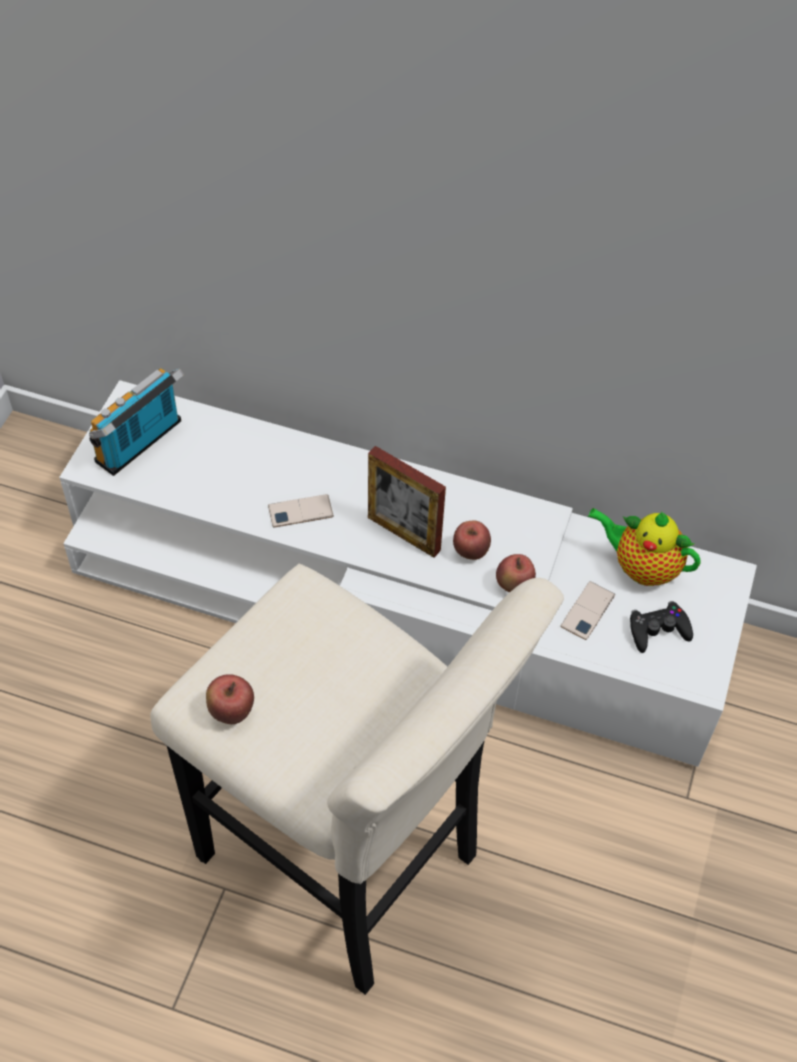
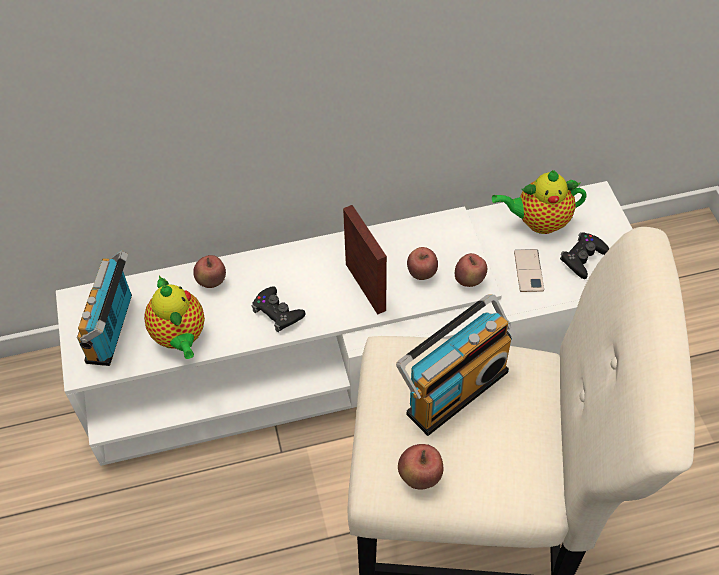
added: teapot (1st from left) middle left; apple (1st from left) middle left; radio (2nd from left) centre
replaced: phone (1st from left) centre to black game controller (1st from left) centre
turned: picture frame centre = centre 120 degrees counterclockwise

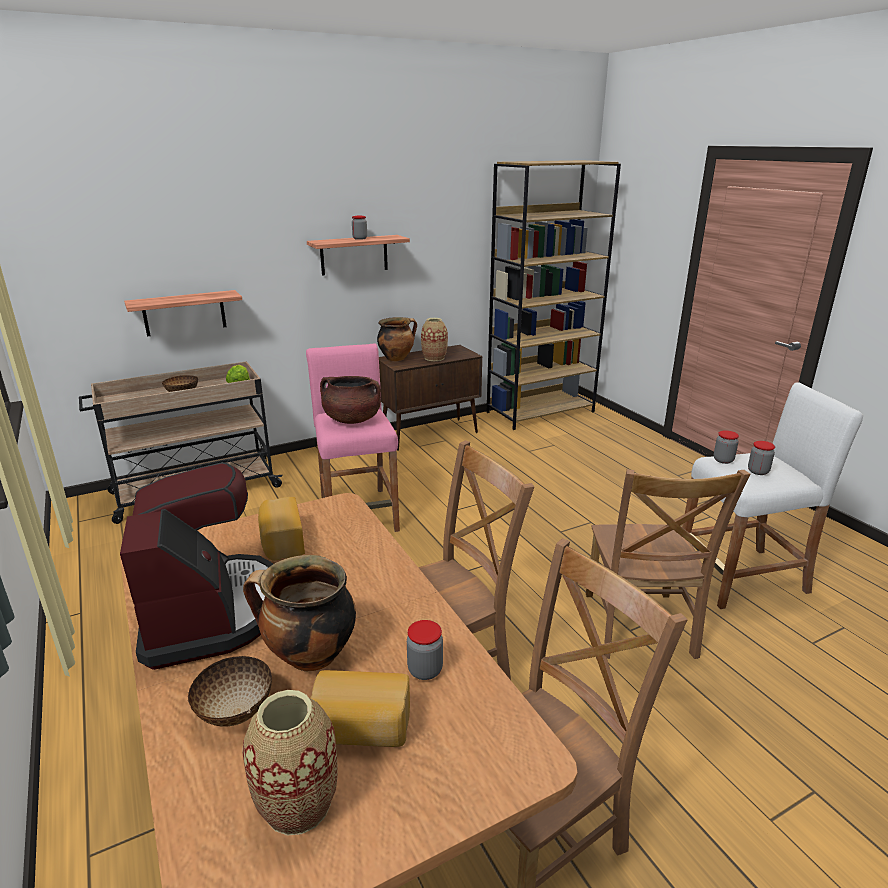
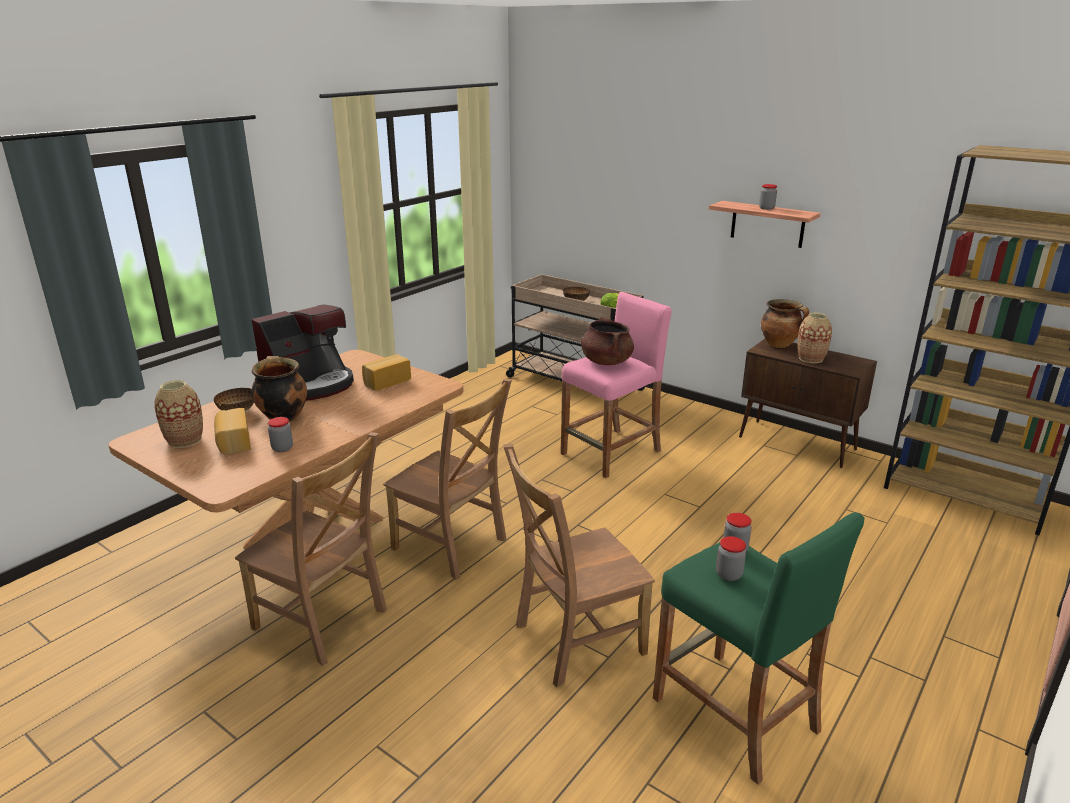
removed: shelf (1st from left) middle left
recoloured: white stool middle right to green stool bottom right

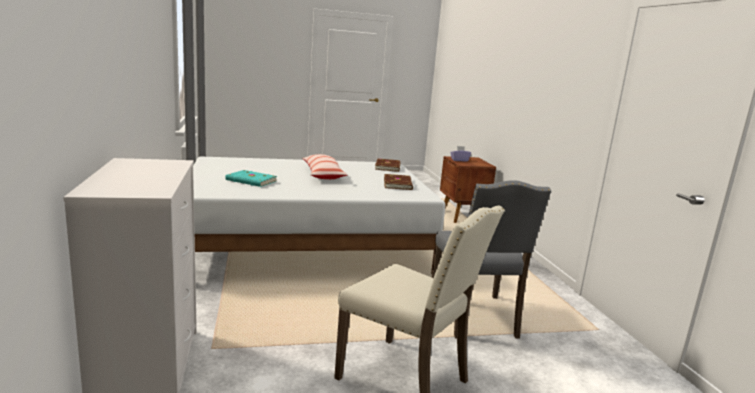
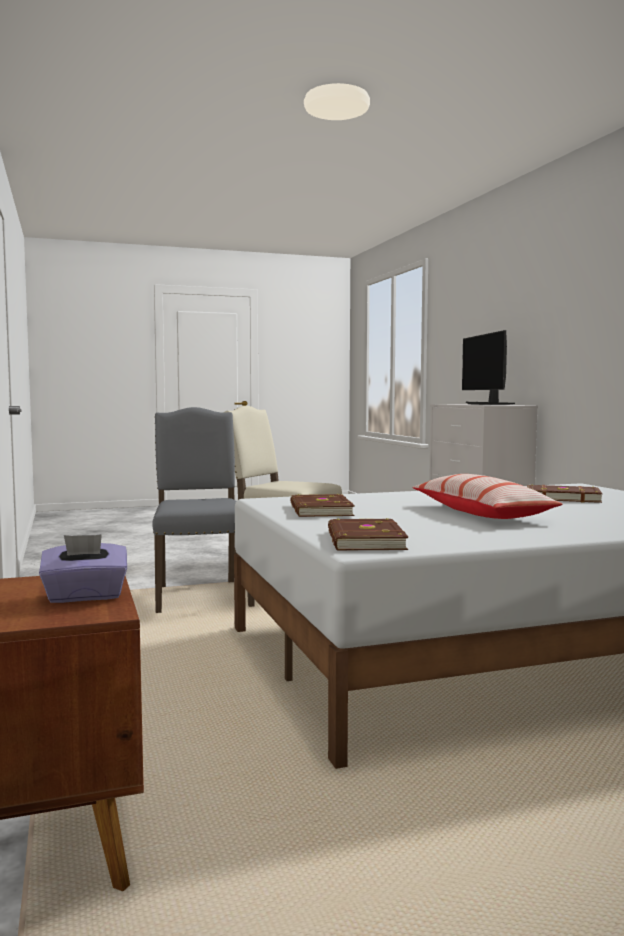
added: monitor middle right
recoloured: turquoise book middle left to brown book (3rd from left) middle right

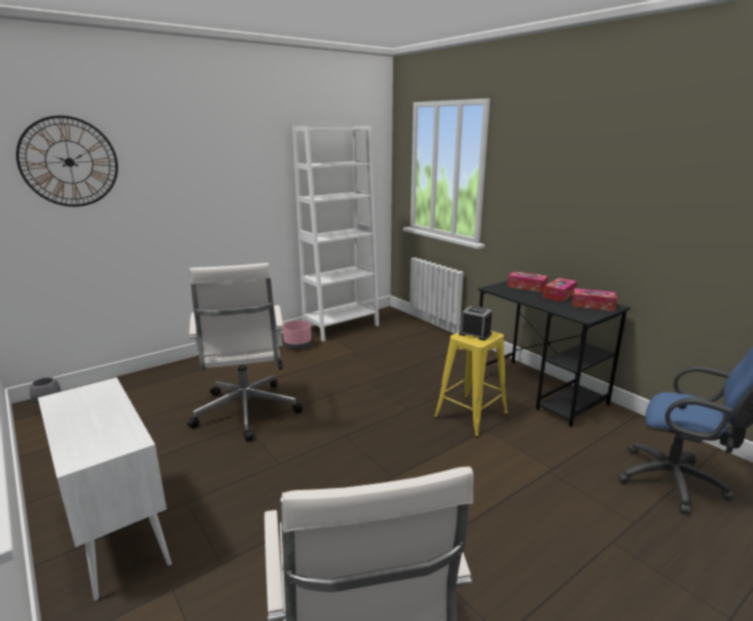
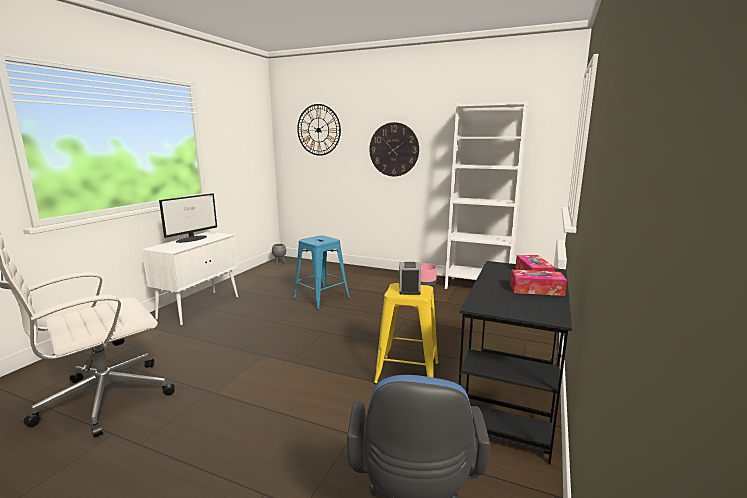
removed: tissue box (3rd from left) middle right
added: monitor middle left; wall clock (2nd from left) top centre
replaced: white office chair (1st from left) middle left to blue stool centre

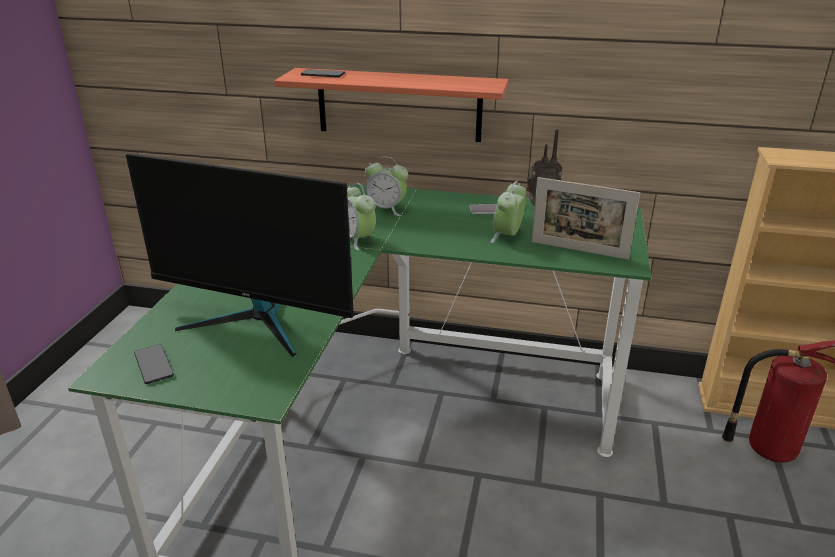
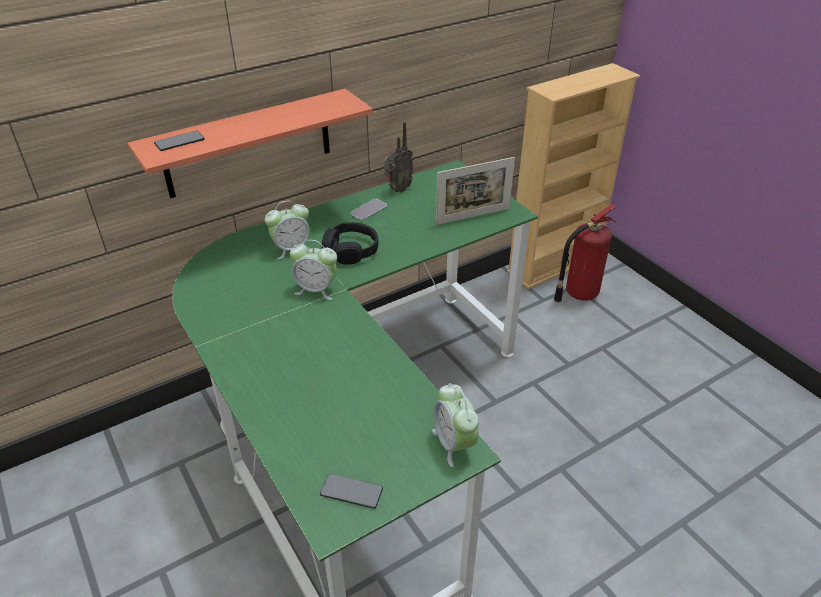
removed: monitor middle left
added: black headphones centre
moved: alarm clock (3rd from left) centre to bottom centre

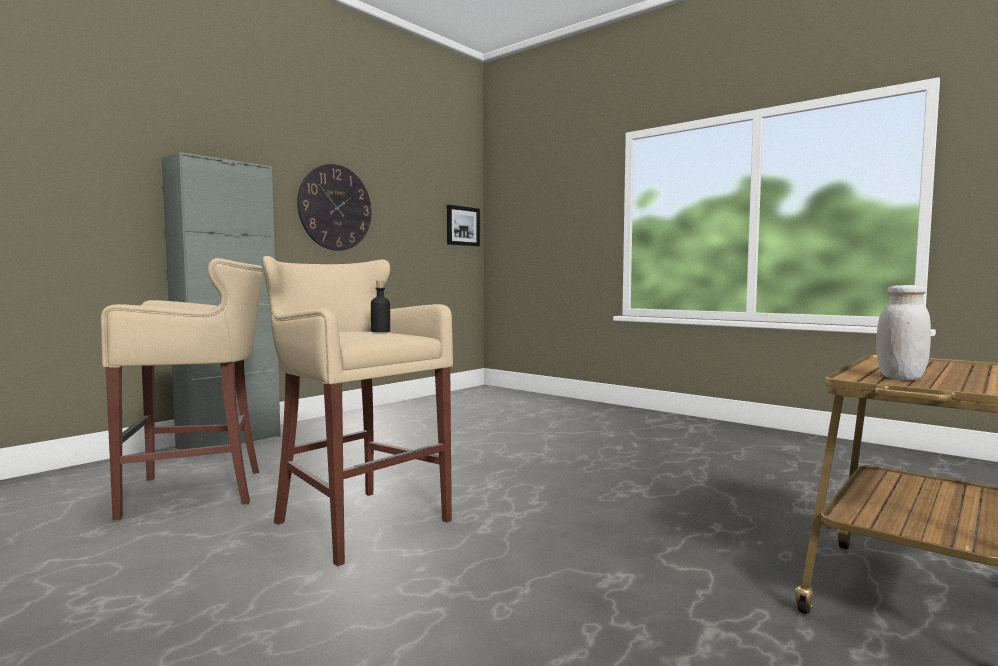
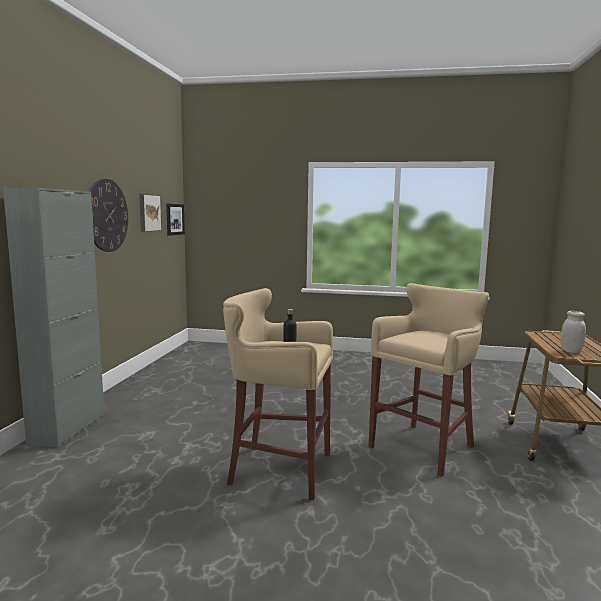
added: picture (1st from left) middle left
moved: beige stool (1st from left in the first image) middle left to beige stool (2nd from left) middle right

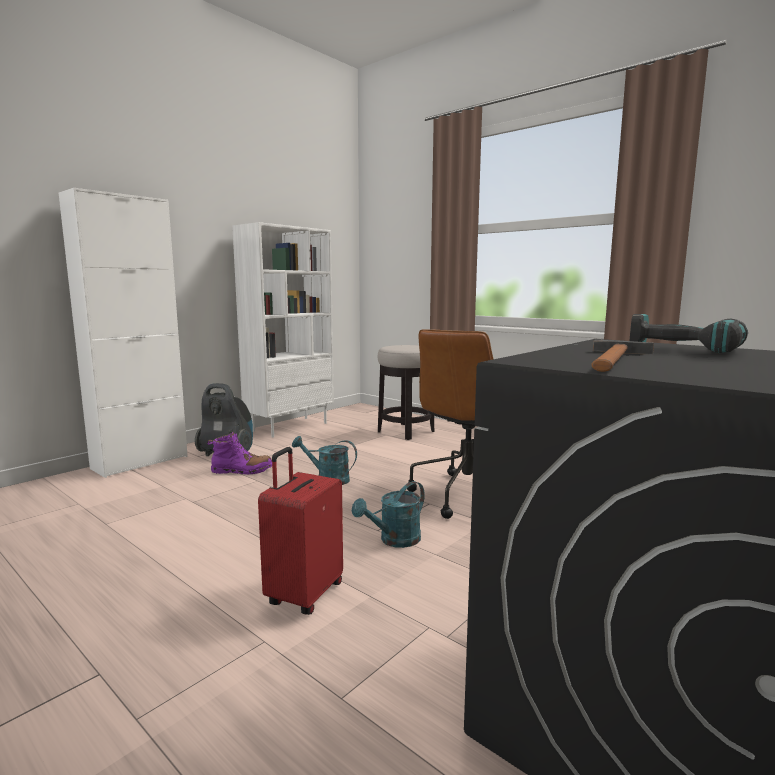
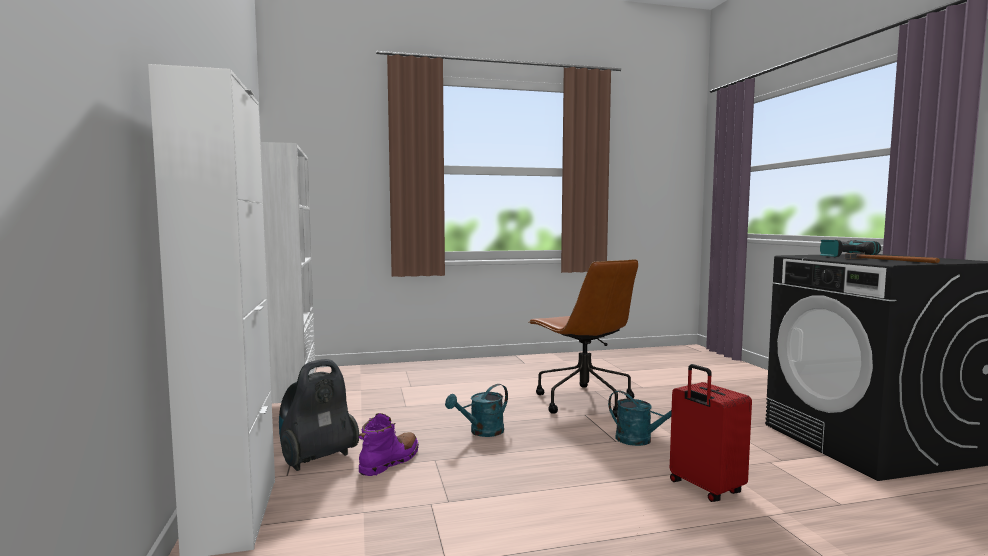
removed: stool centre
turned: turquoise watering can (2nd from left) centre = bottom centre 45 degrees counterclockwise

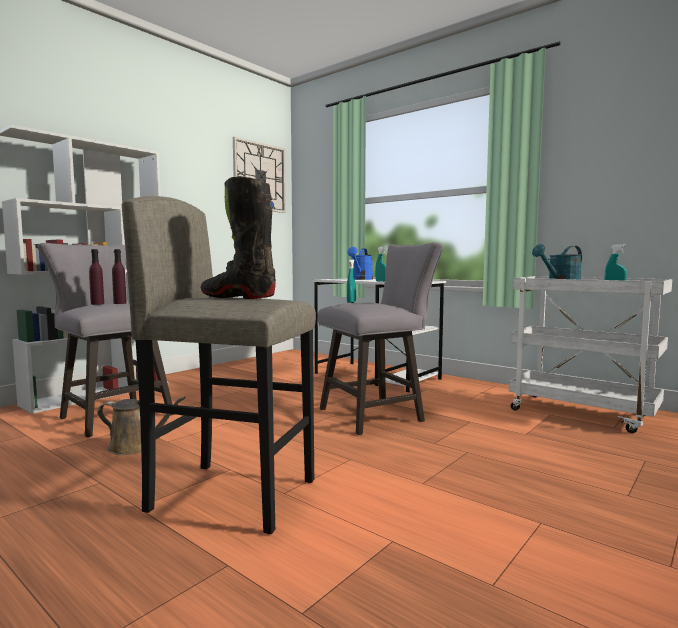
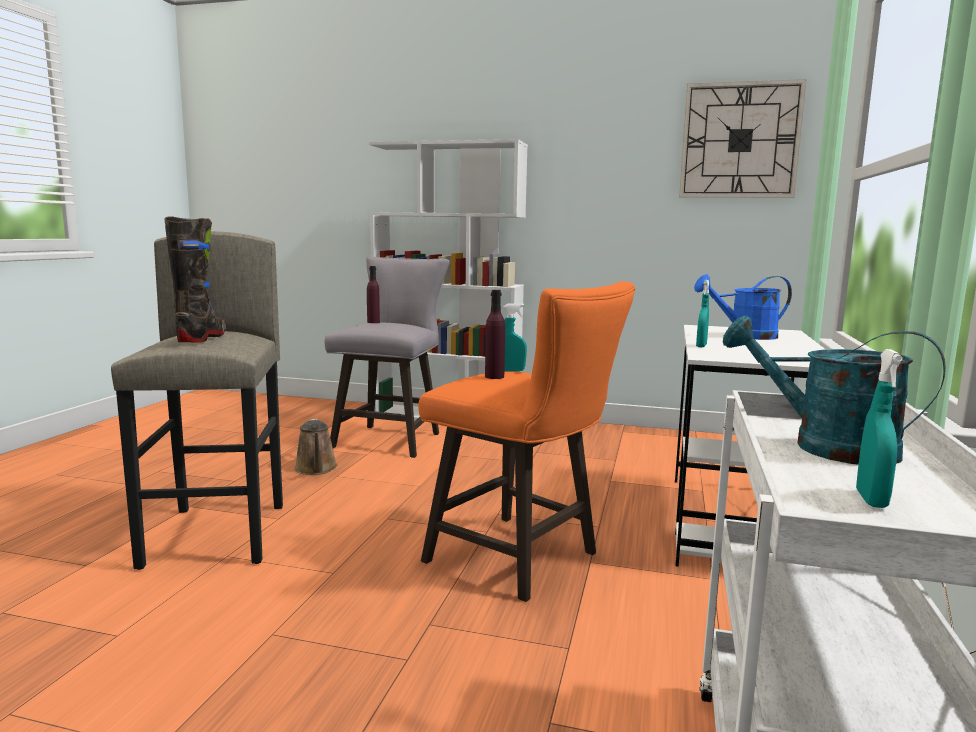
moved: purple bottle (2nd from left) middle left to centre
recoloured: grey stool (3rd from left) centre to orange stool centre

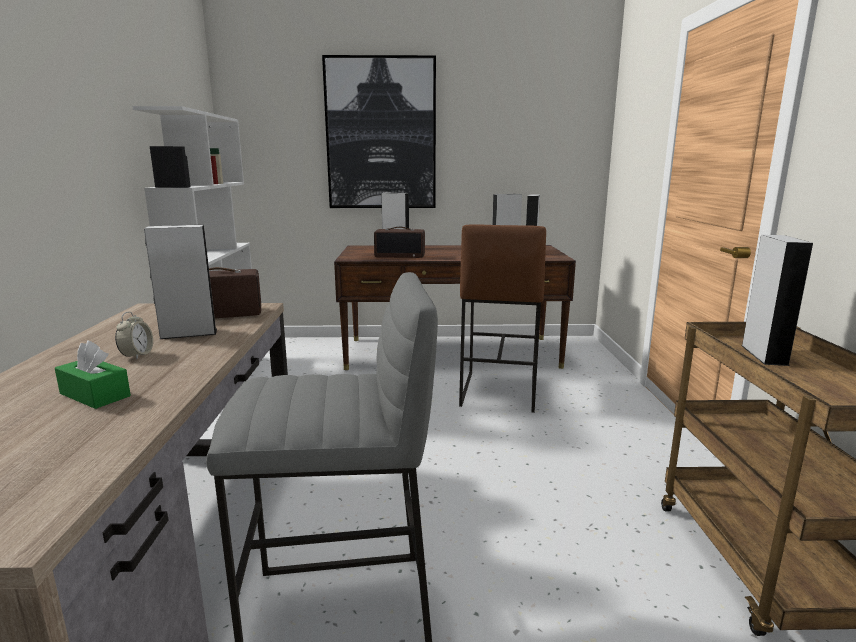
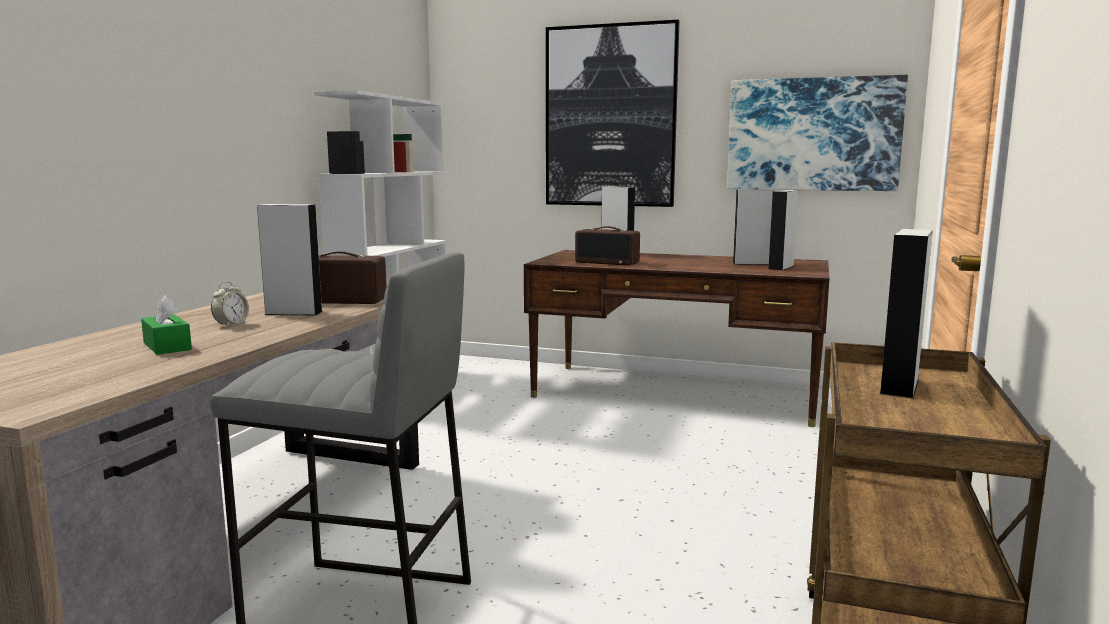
removed: brown stool centre
added: picture (2nd from left) top right

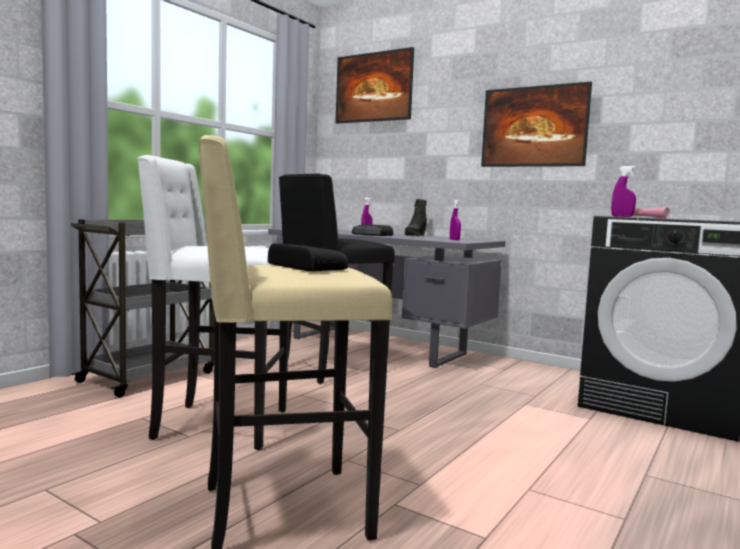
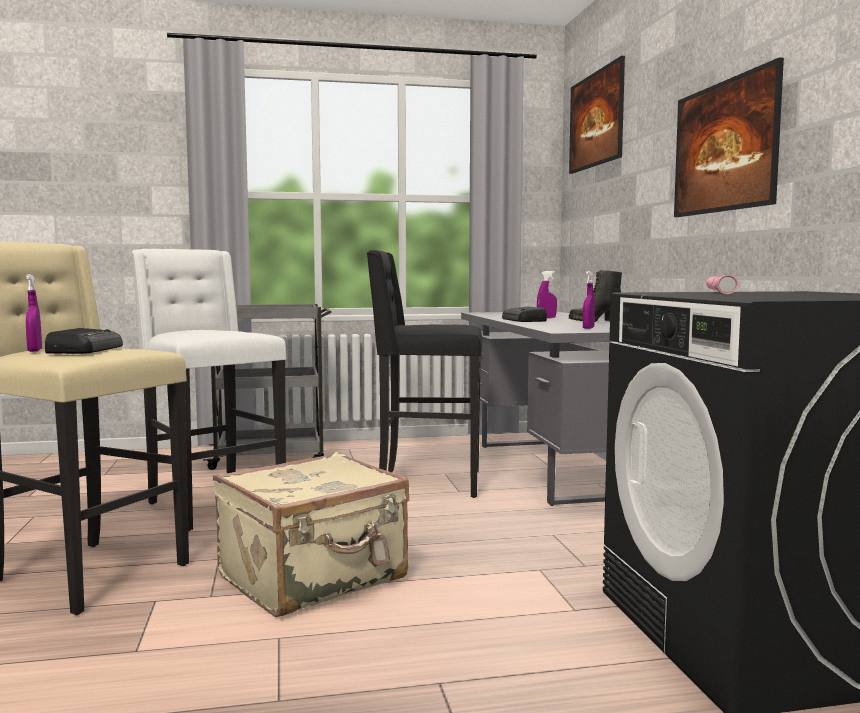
added: beige suitcase bottom centre
moved: purple spray bottle (3rd from left in the first image) middle right to purple spray bottle (1st from left) middle left

